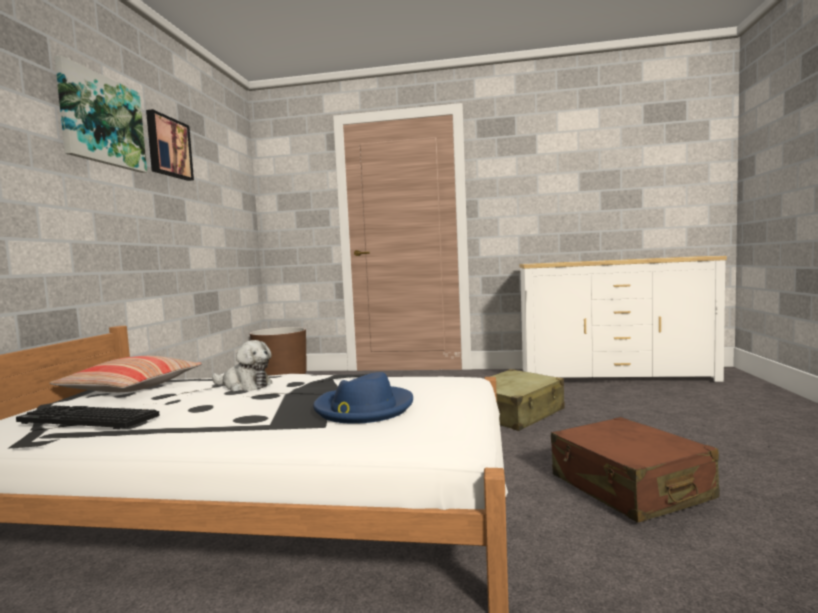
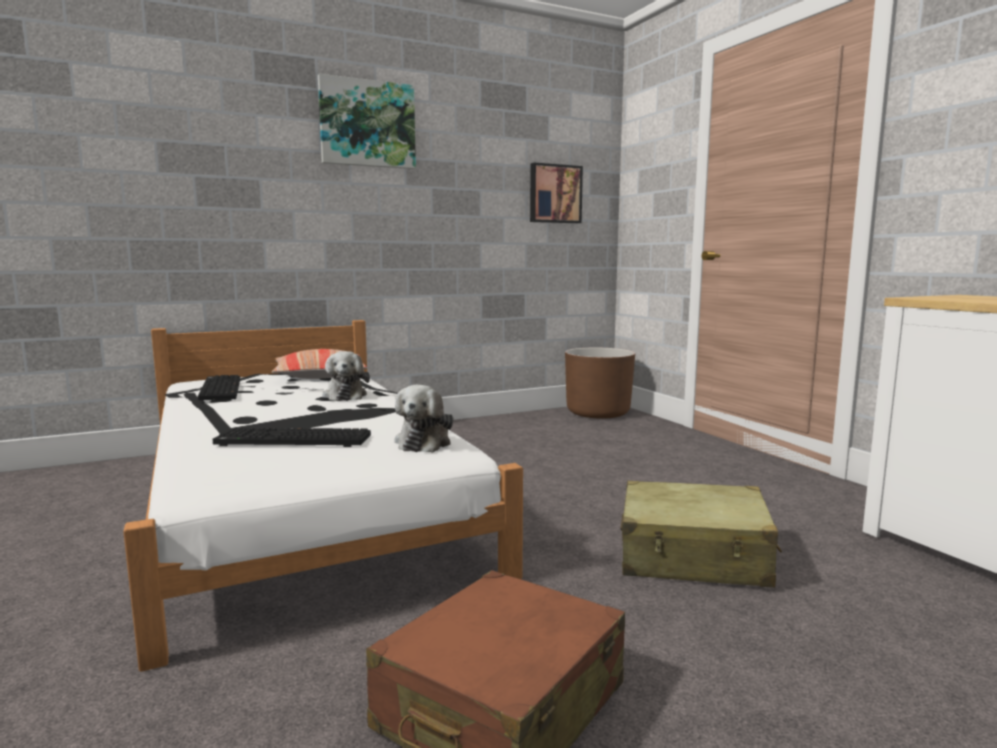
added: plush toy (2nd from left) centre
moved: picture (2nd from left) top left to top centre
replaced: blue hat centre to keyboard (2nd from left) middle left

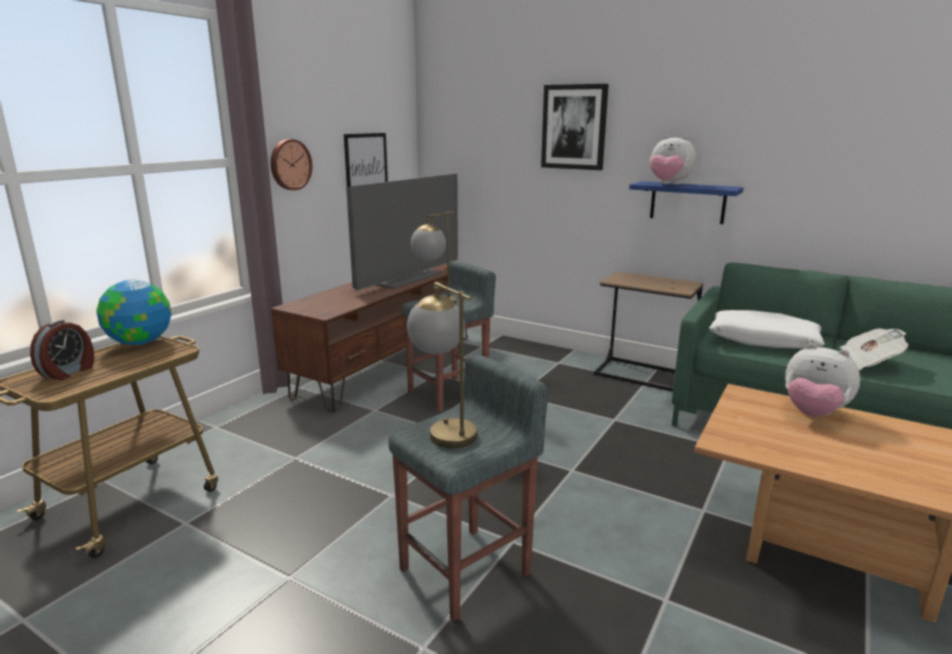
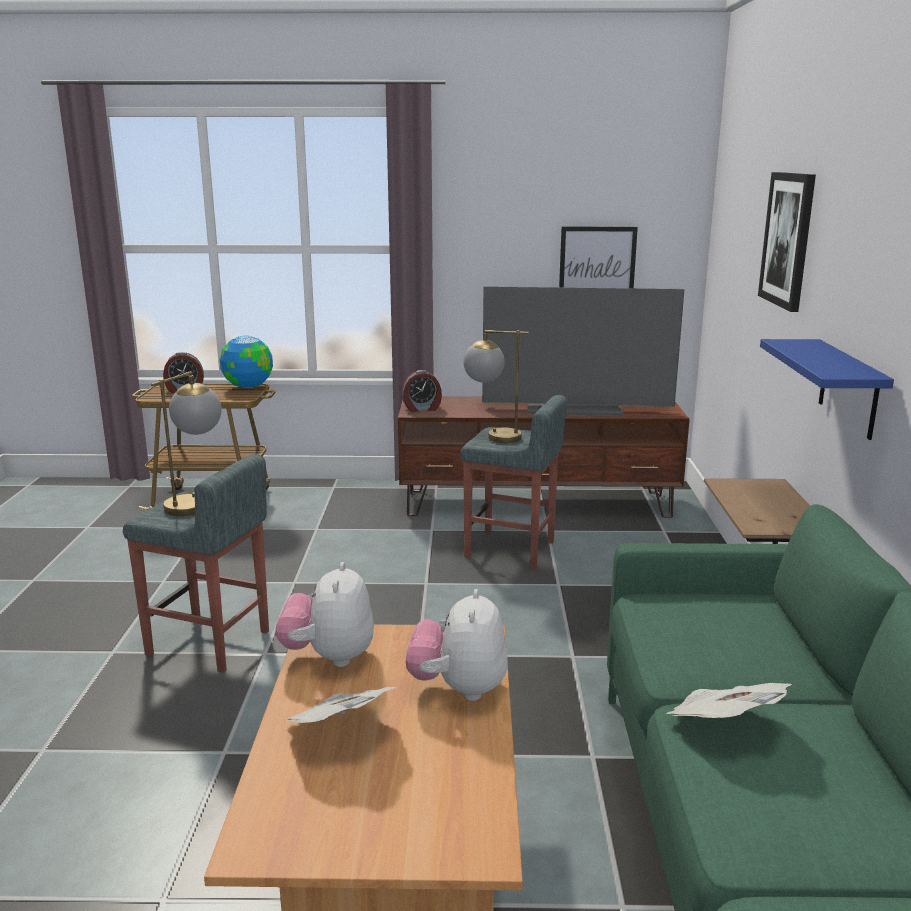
removed: wall clock top left; white pillow middle right
added: newspaper (1st from left) bottom centre; alarm clock (2nd from left) centre
moved: plush toy (1st from left) top right to bottom centre

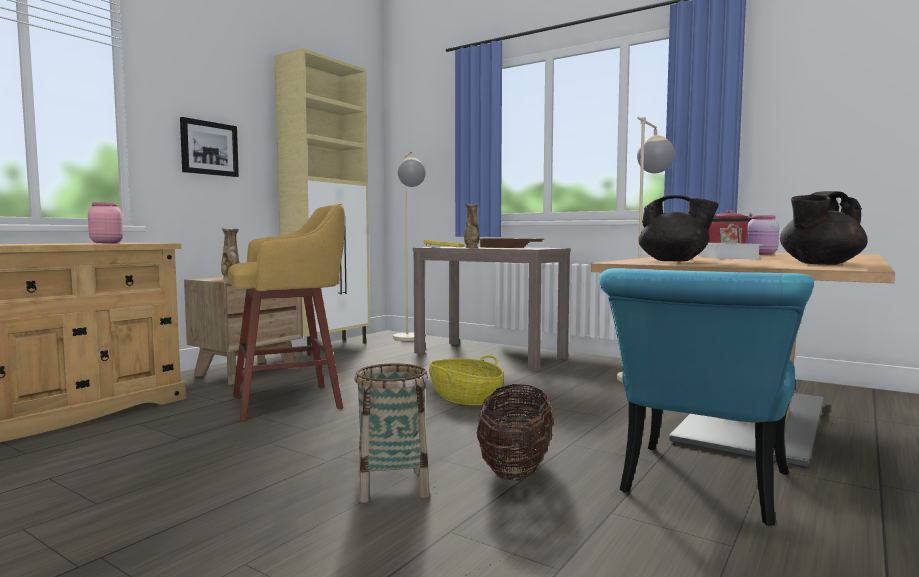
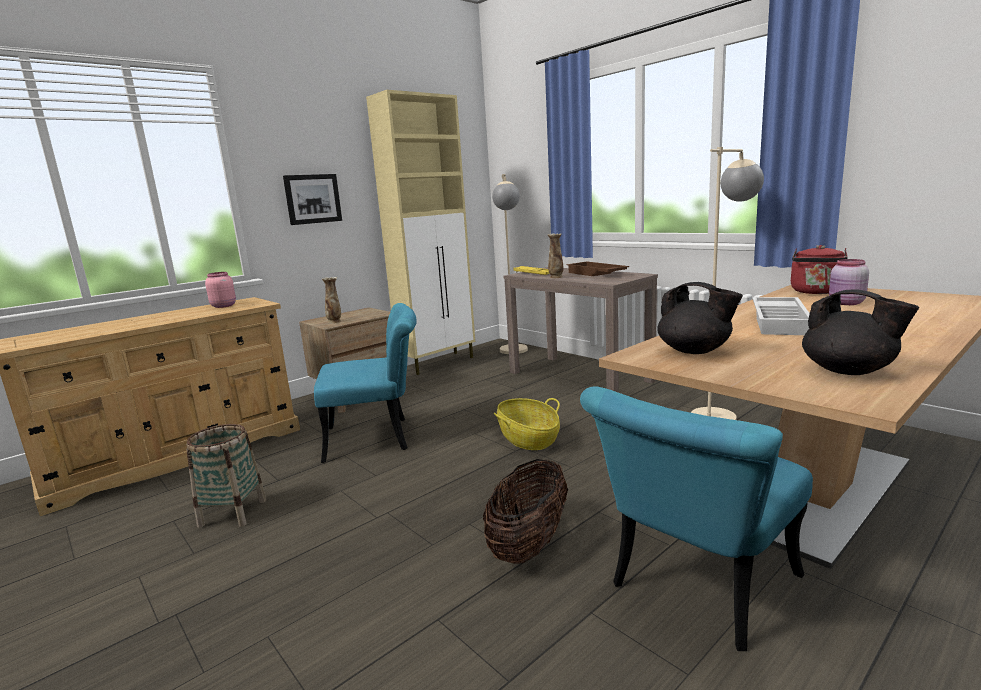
moved: basket (1st from left) bottom centre to bottom left
replaced: yellow stool middle left to turquoise chair (1st from left) centre
turned: black teapot (2nd from left) middle right = middle right 120 degrees counterclockwise

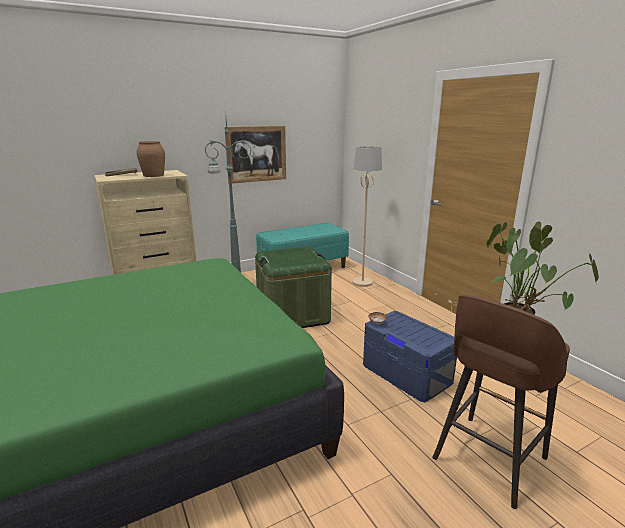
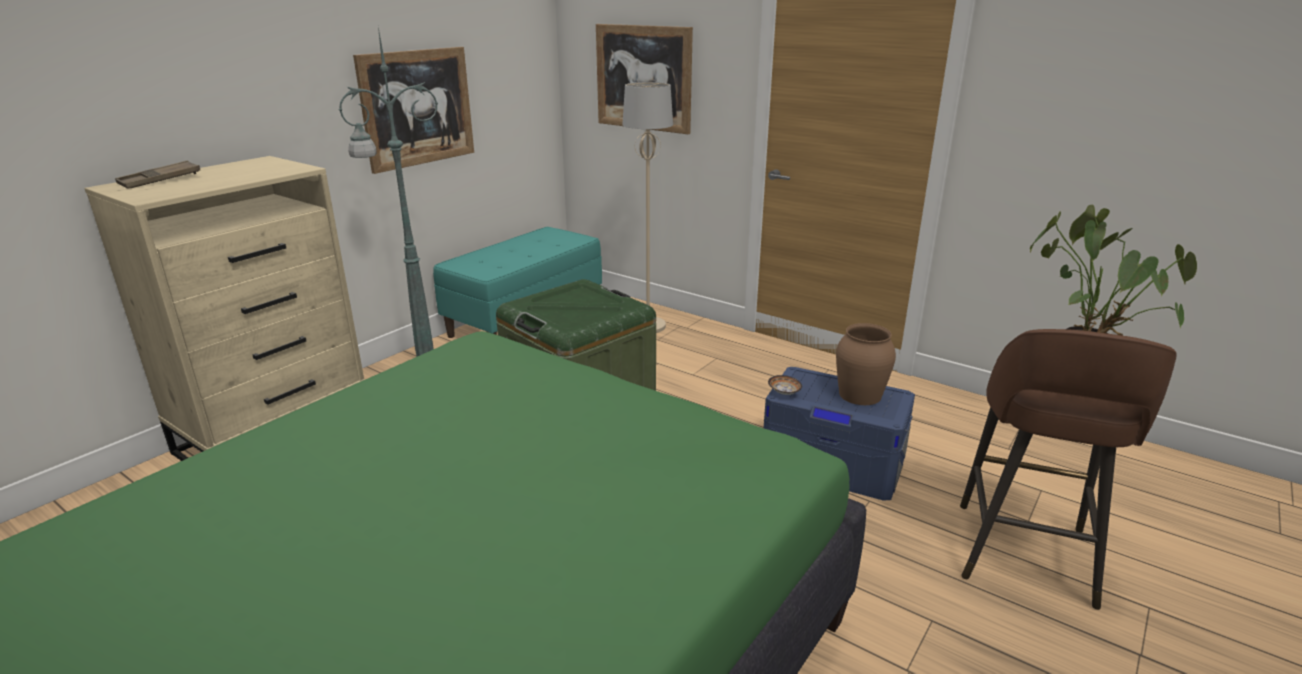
added: picture (2nd from left) top centre
moved: brown vase top left to centre

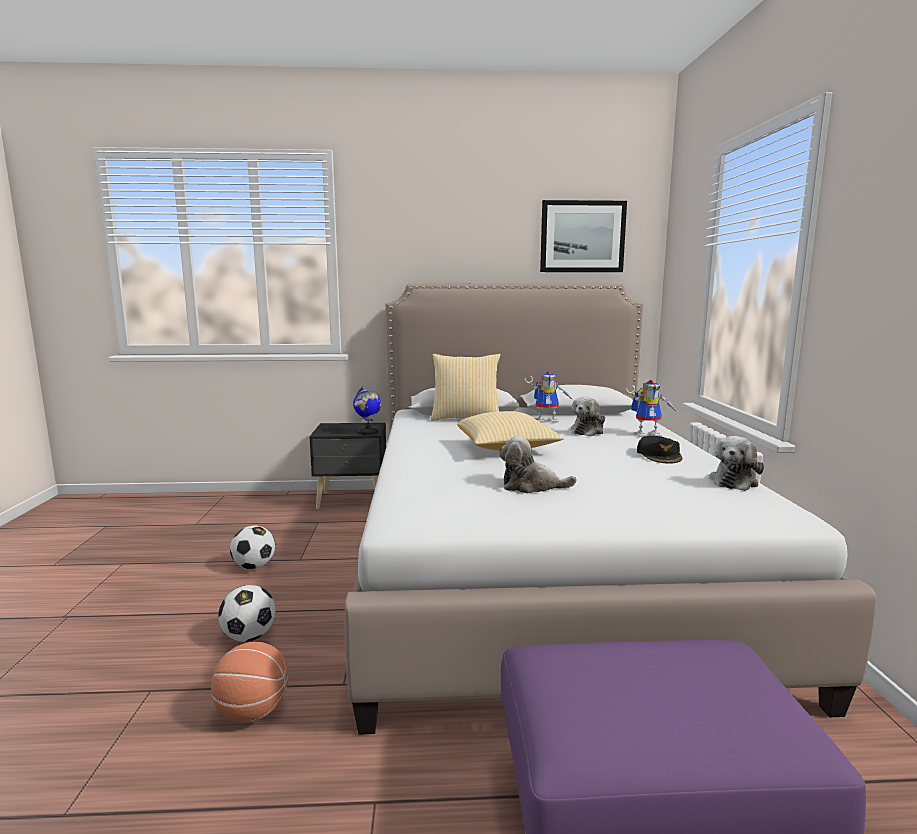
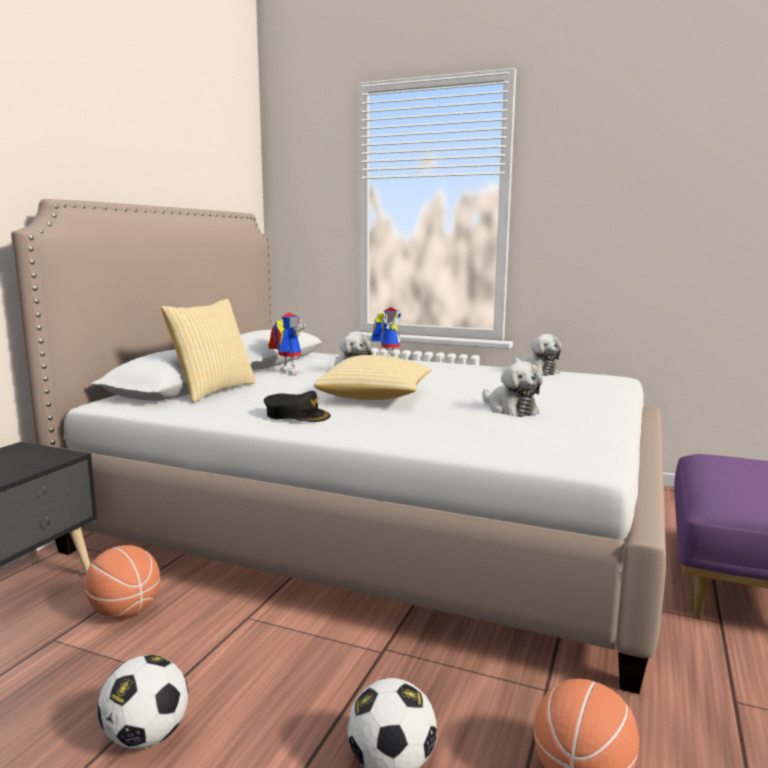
removed: globe centre; picture top centre
added: basketball (1st from left) bottom left
moved: black cap middle right to centre
turned: toy robot (1st from left) centre = centre 60 degrees counterclockwise; plush toy (1st from left in the first image) centre = middle right 60 degrees counterclockwise

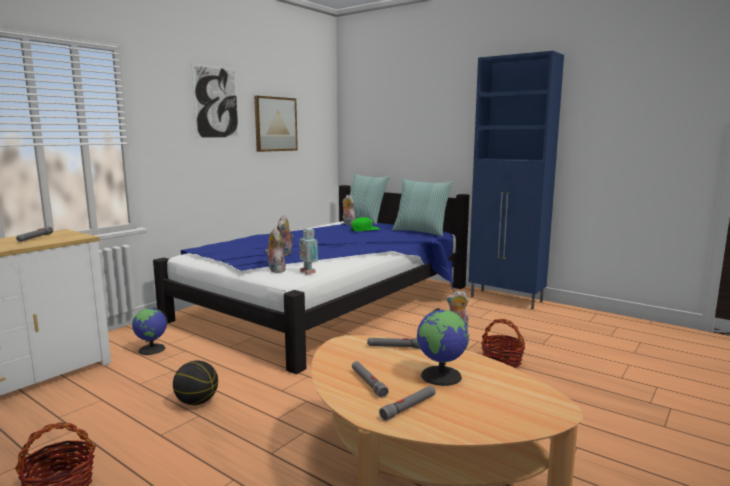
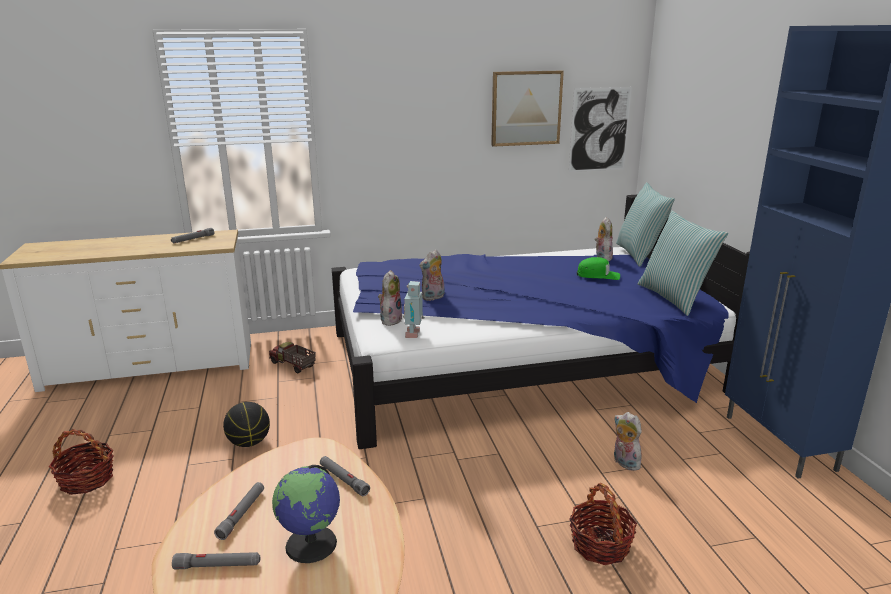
moved: picture (1st from left in the first image) top left to picture (2nd from left) top right
replaced: globe (1st from left) bottom left to toy truck middle left

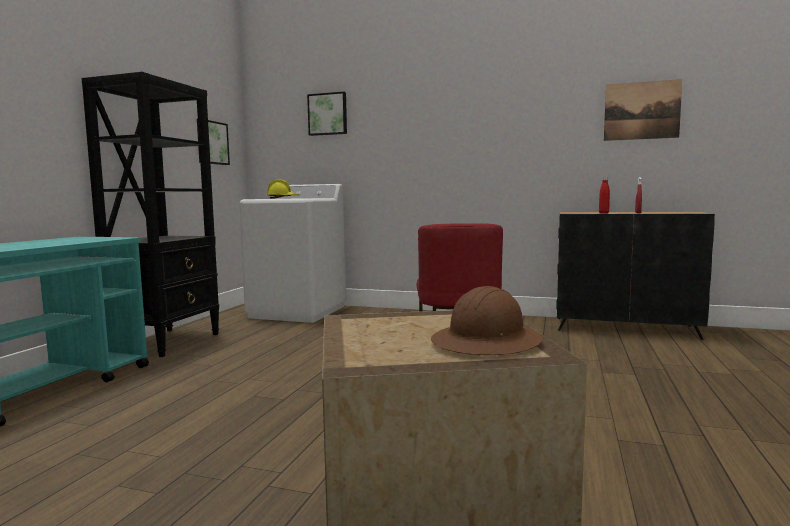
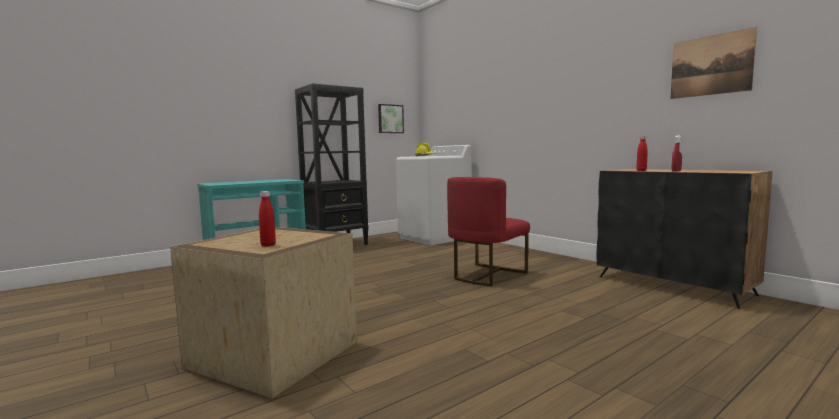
removed: picture (2nd from left) top centre
replaced: brown hard hat centre to red bottle (1st from left) middle left

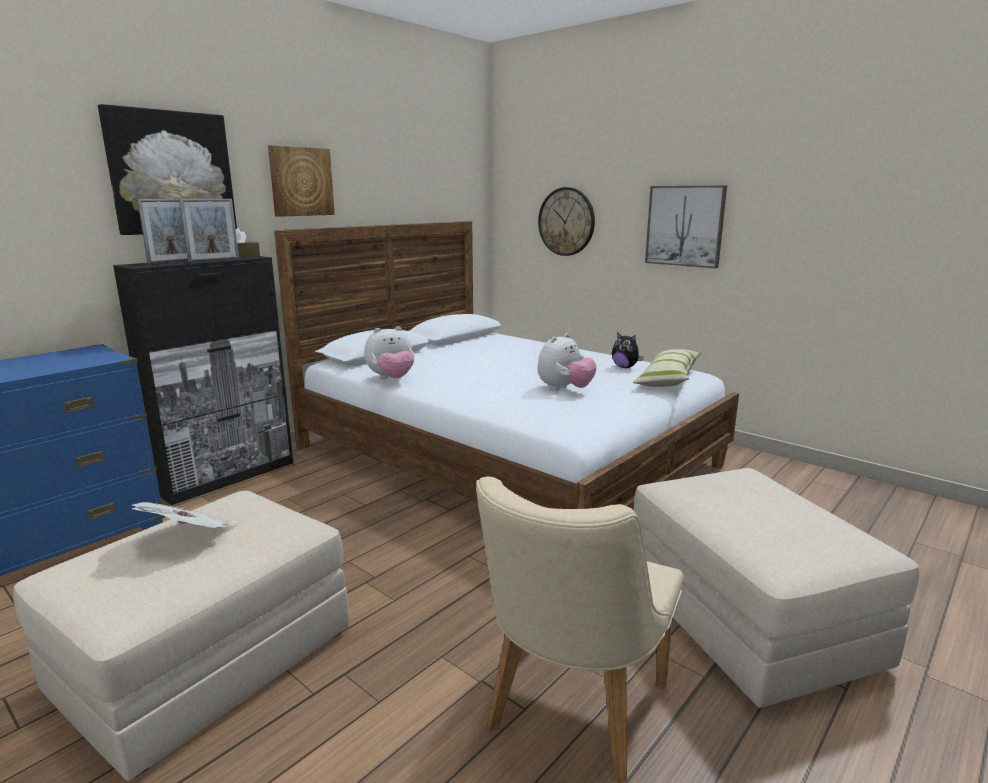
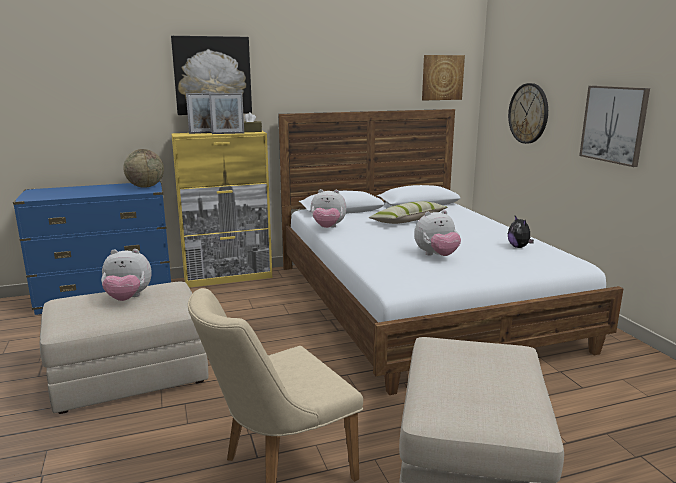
added: globe middle left
moved: pillow middle right to centre; picture (2nd from left) top left to top centre
replaced: newspaper middle left to plush toy (1st from left) middle left
recoloured: black cabinet middle left to yellow cabinet middle left

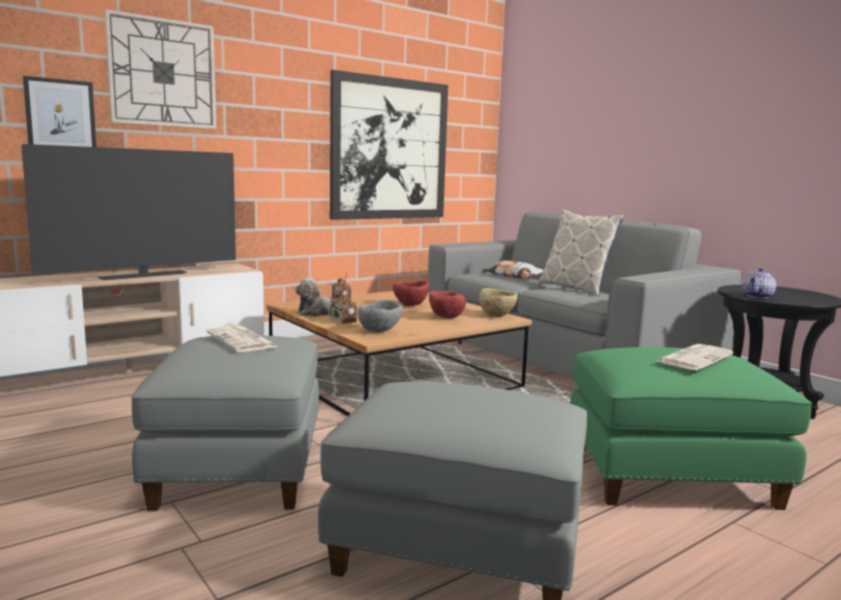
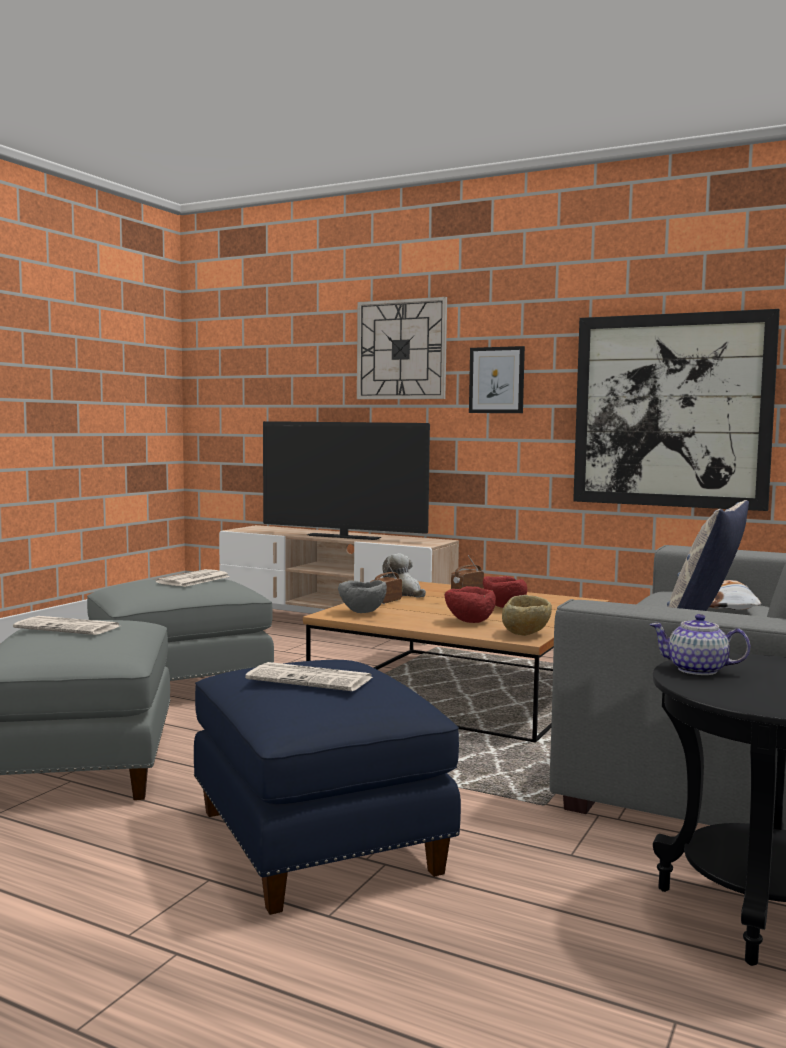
added: newspaper (1st from left) middle left
moved: picture (1st from left) top left to centre
recoloured: green ottoman bottom right to blue ottoman bottom centre

